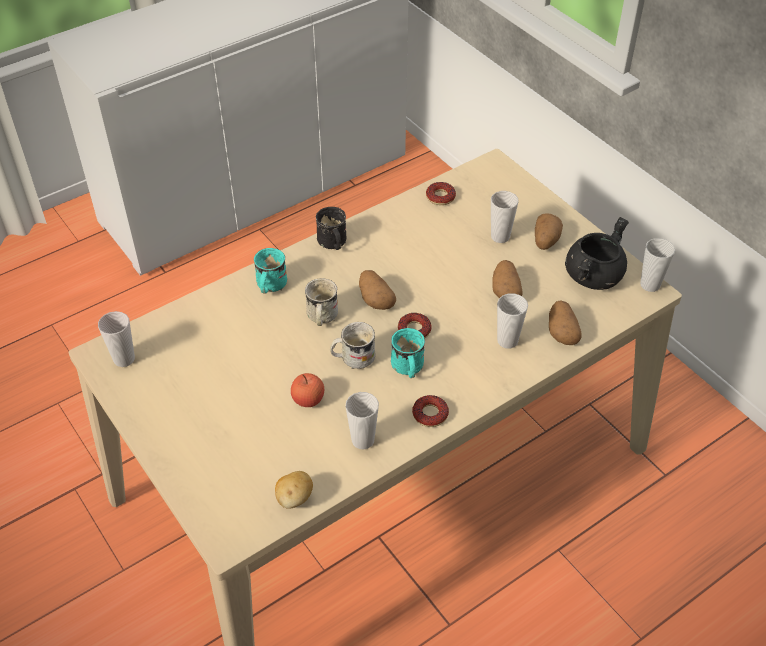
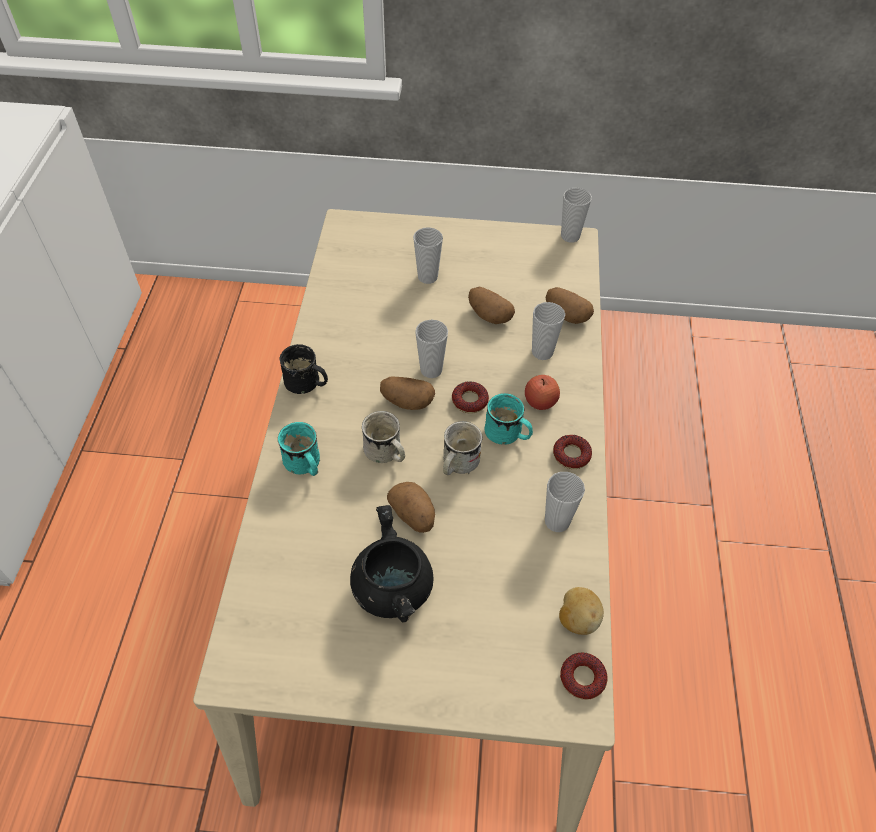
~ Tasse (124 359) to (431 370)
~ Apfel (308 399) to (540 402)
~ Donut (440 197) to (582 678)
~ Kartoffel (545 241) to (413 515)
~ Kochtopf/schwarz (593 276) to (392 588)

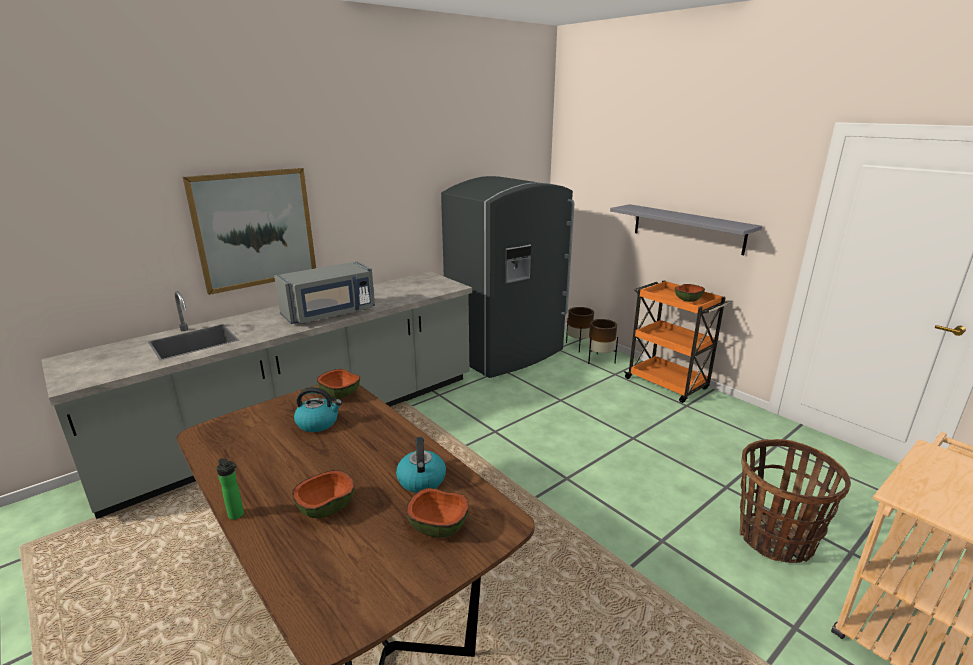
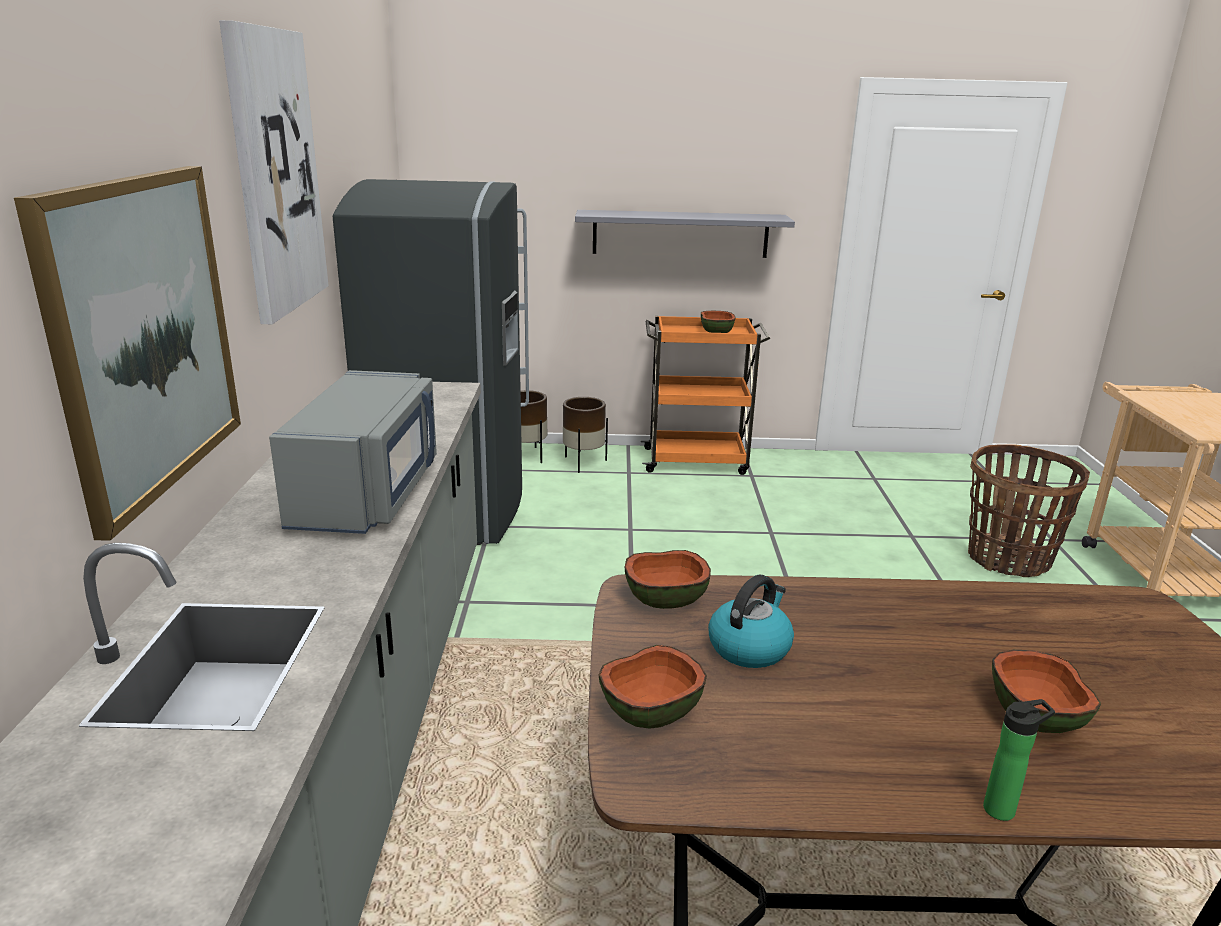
- Wasserkessel (421 479)
~ Schüssel (439 526) to (651 710)
+ Bild (275 173)

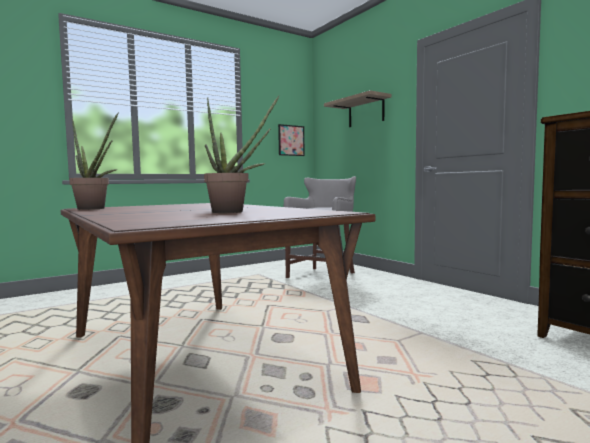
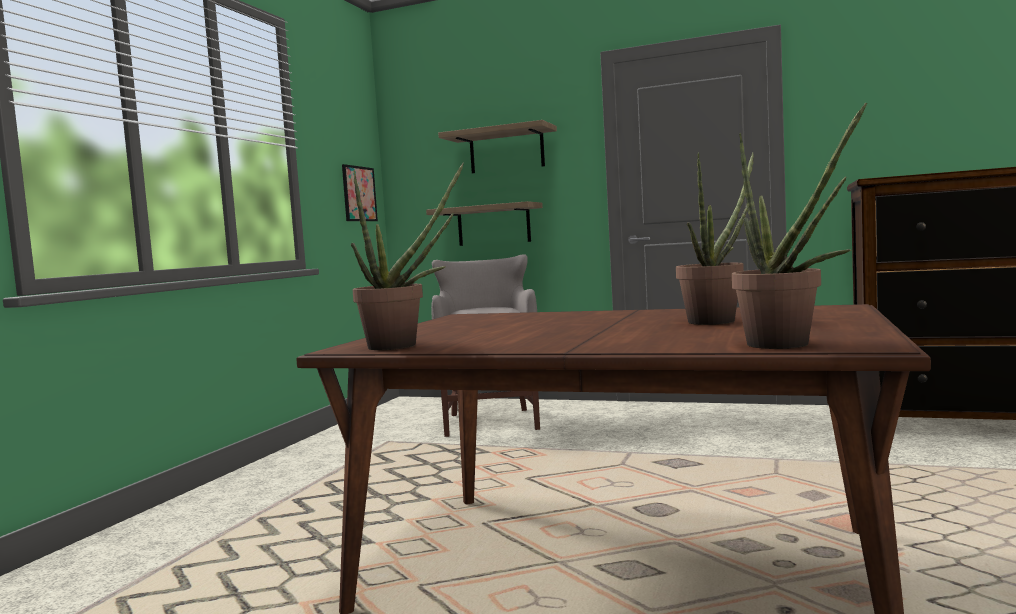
+ Wandregal (493 225)
+ Topfpflanze (788 345)

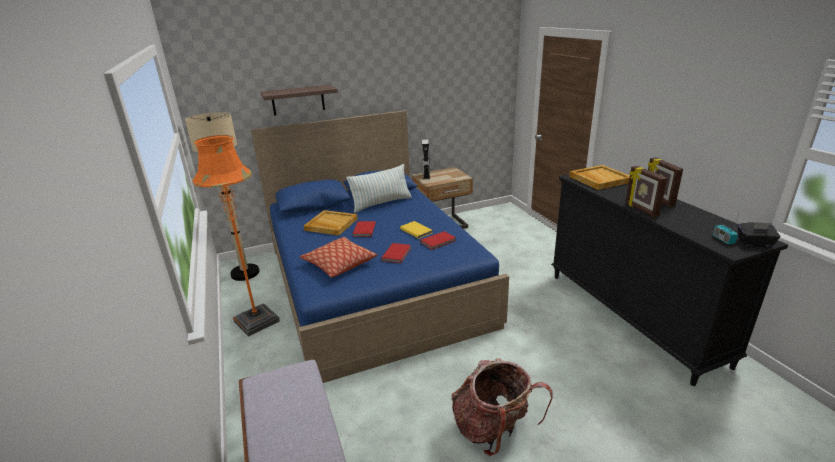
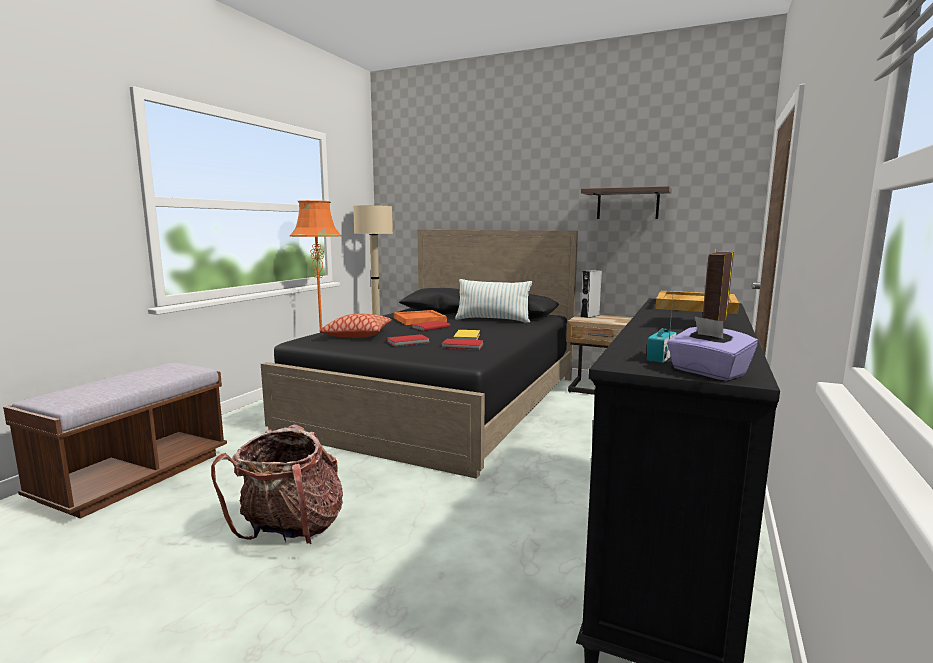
~ Bett/blau (374 284) to Bett/schwarz (442 402)
~ Wandregal (298 100) to (627 204)
~ Tablett/beige (330 224) to Tablett/orange (419 320)
- Bilderrahmen (641 210)
~ Taschentuchbox/schwarz (755 243) to Taschentuchbox/lila (707 372)

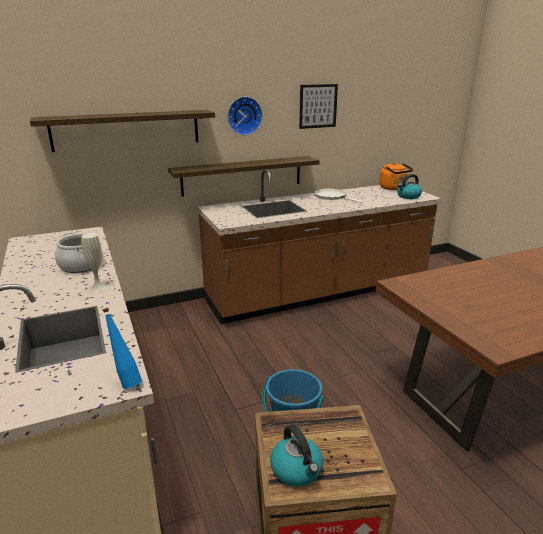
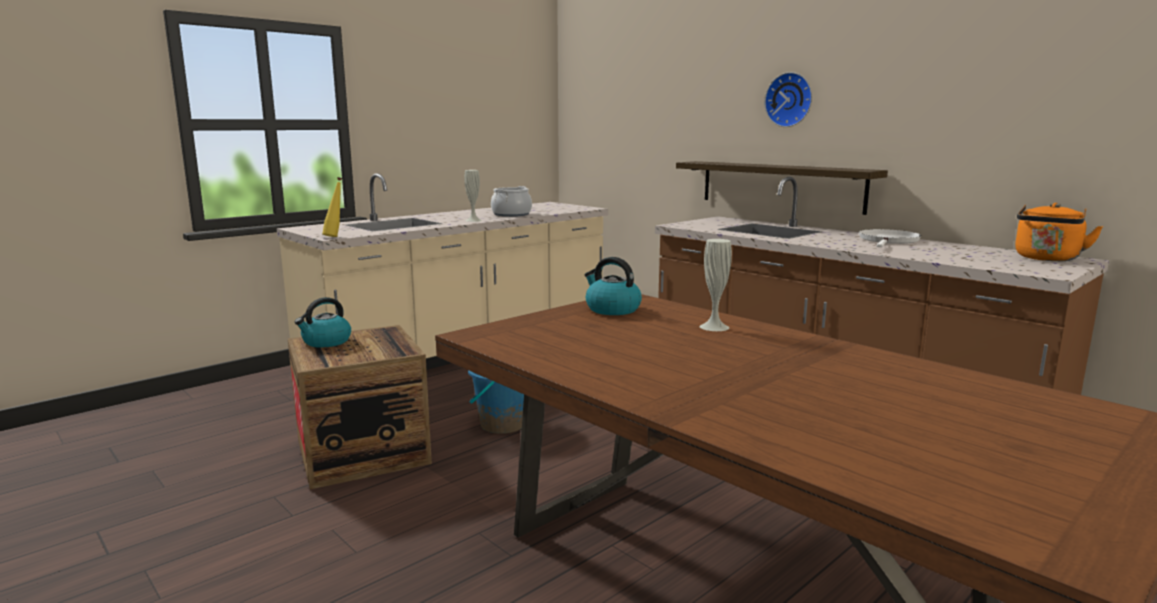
- Wandregal (126 130)
~ Flasche/blau (126 381) to Flasche/gelb (335 236)
- Bild (318 106)
~ Wasserkessel (408 196) to (612 309)
+ Vase/weiß (714 327)

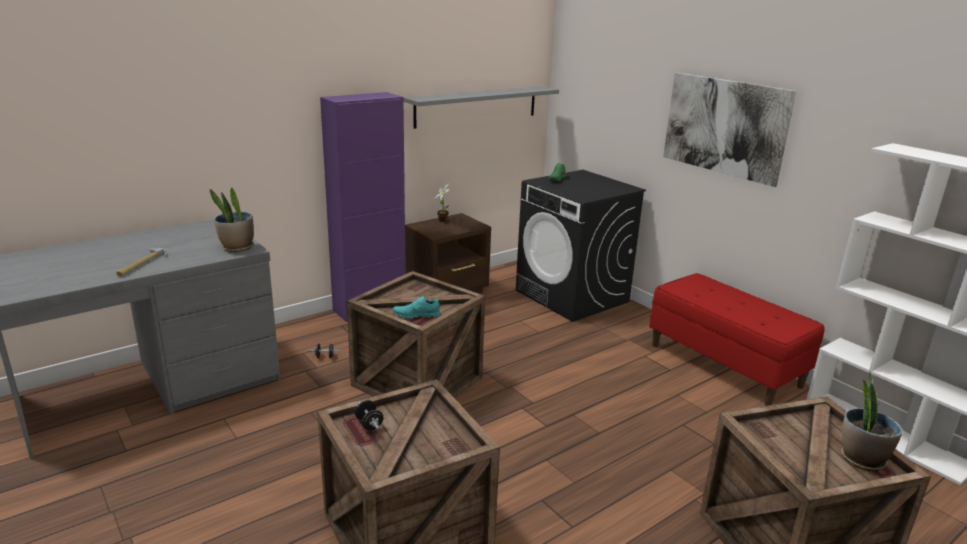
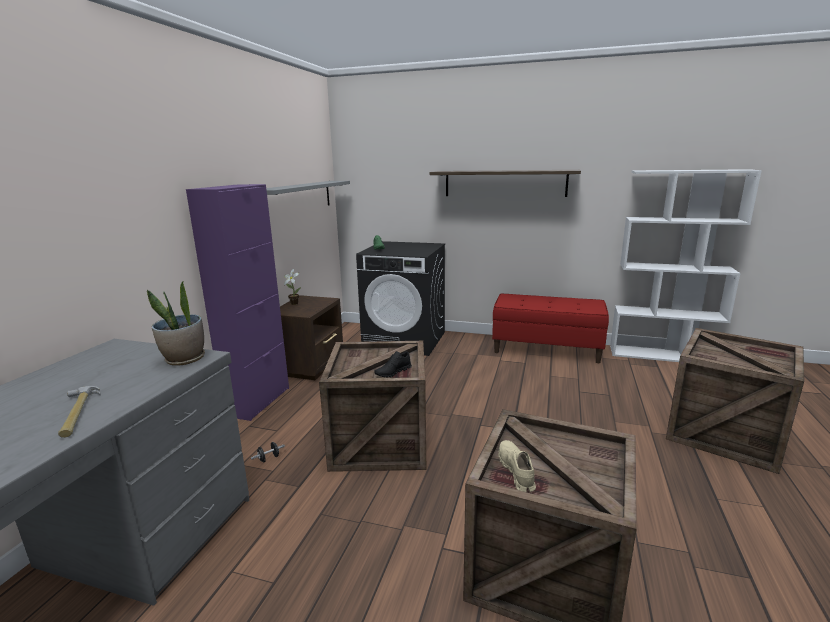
~ Hantel/schwarz (369 424) to Schuh/beige (516 471)
~ Schuh/türkis (416 315) to Schuh/schwarz (393 372)
~ Bild (724 126) to Wandregal (505 183)
- Topfpflanze (861 459)

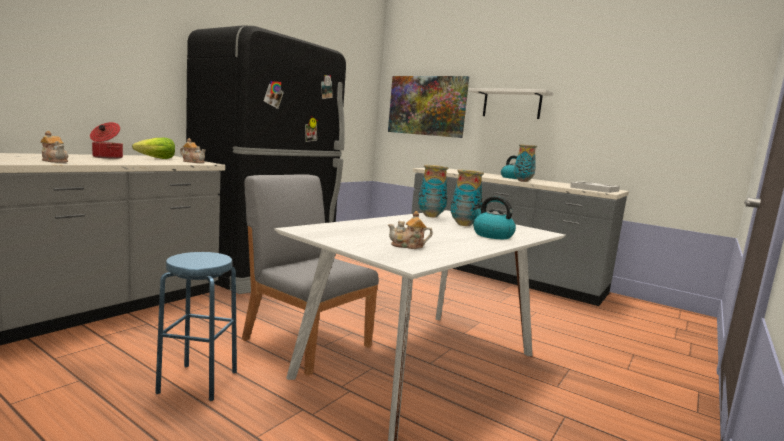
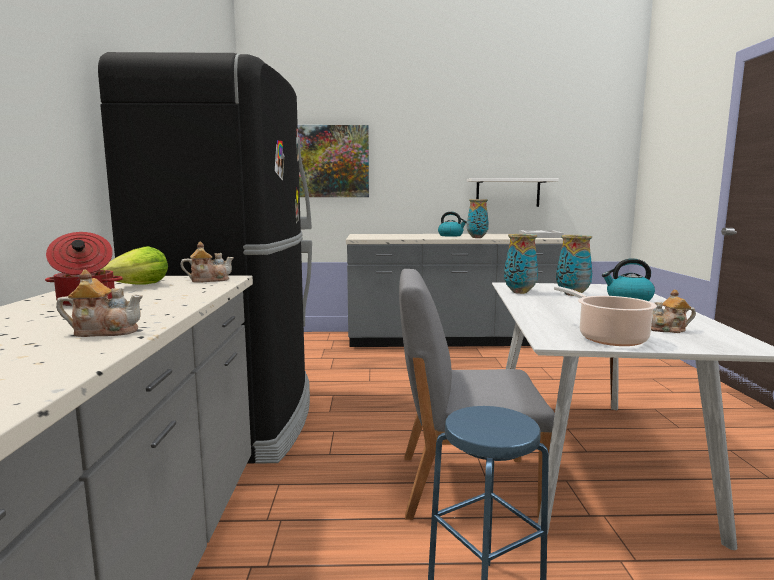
~ Teekanne (408 246) = (667 329) 45 degrees clockwise
~ Wandregal/weiß (511 104) to (508 192)
+ Kochtopf (608 338)

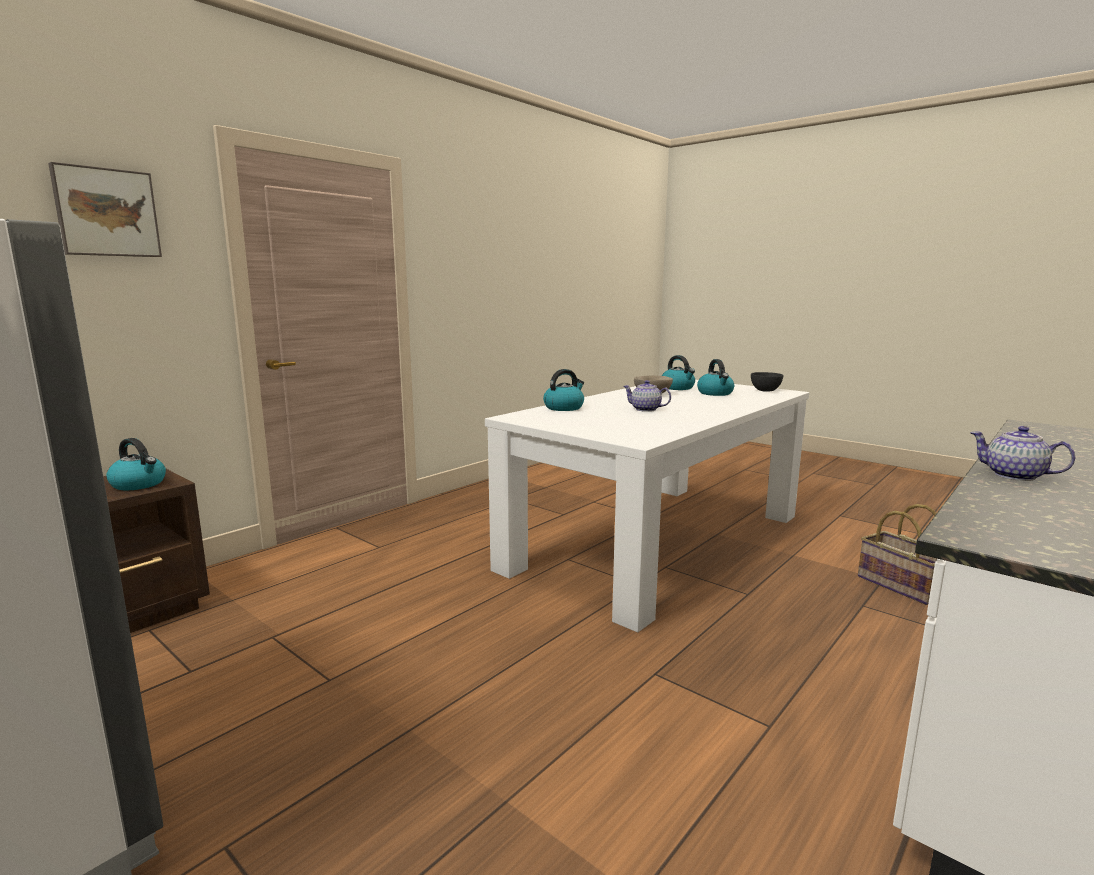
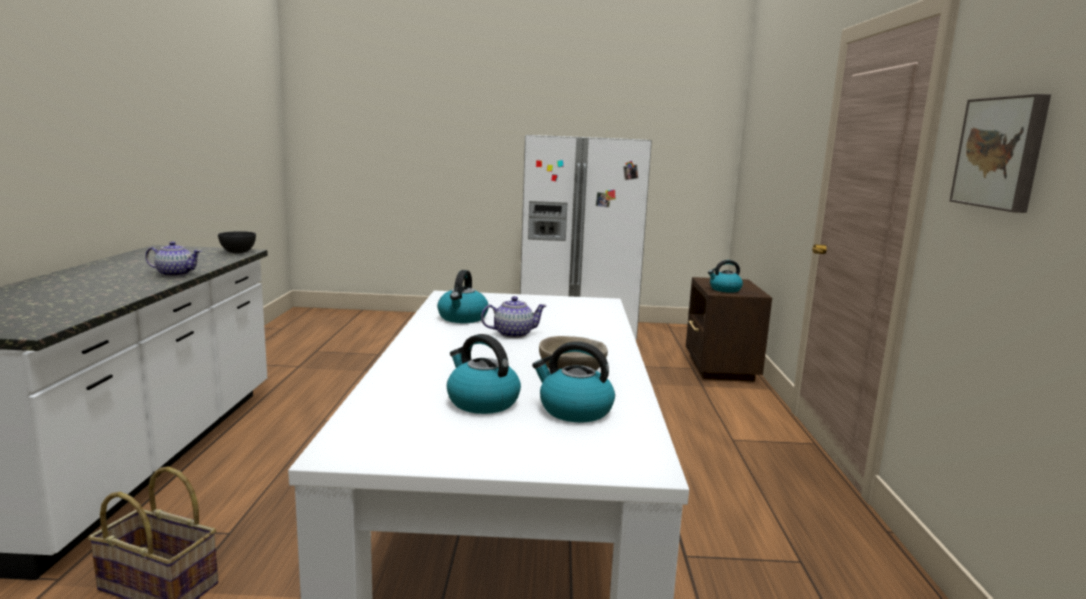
~ Bild (106 213) to (1002 153)
~ Wasserkessel (564 407) to (462 318)
~ Schüssel/grau (765 390) to (238 252)

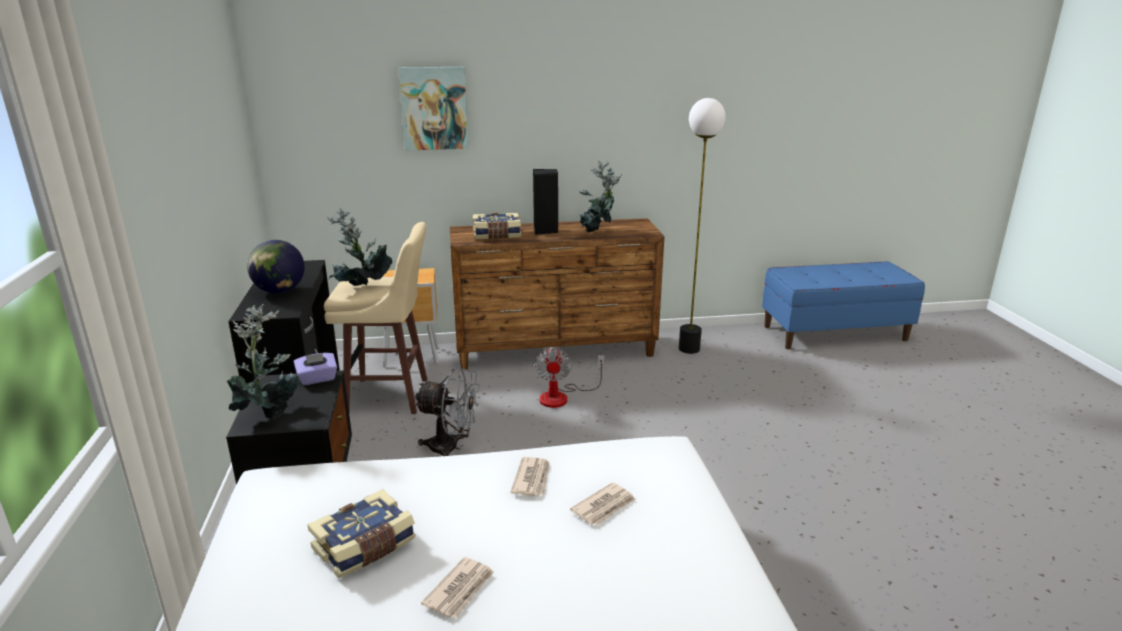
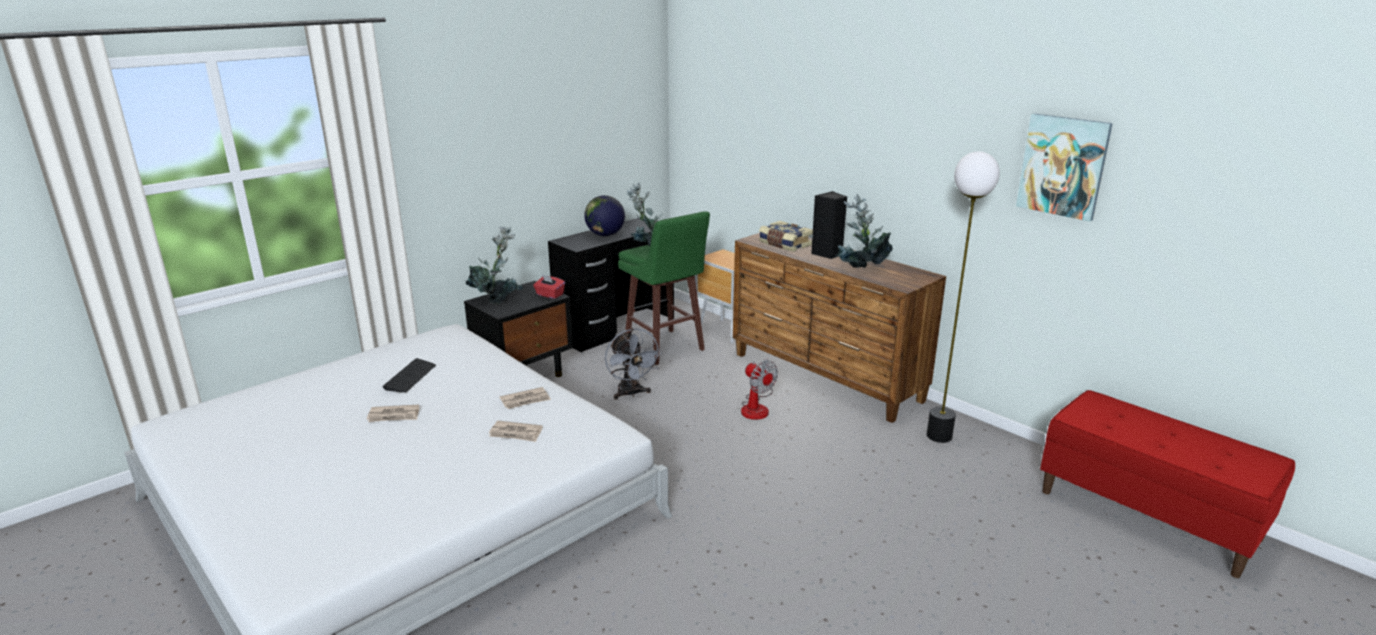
~ Taschentuchbox/lila (317 379) to Taschentuchbox/rot (549 295)
~ Buch (365 547) to Tastatur (410 377)
~ Hocker/beige (390 397) to Hocker/grün (665 348)
~ Bild (434 108) to (1063 166)
~ Ventilator (562 396) = (757 407) 90 degrees counterclockwise
~ Bank/blau (834 333) to Bank/rot (1148 514)

